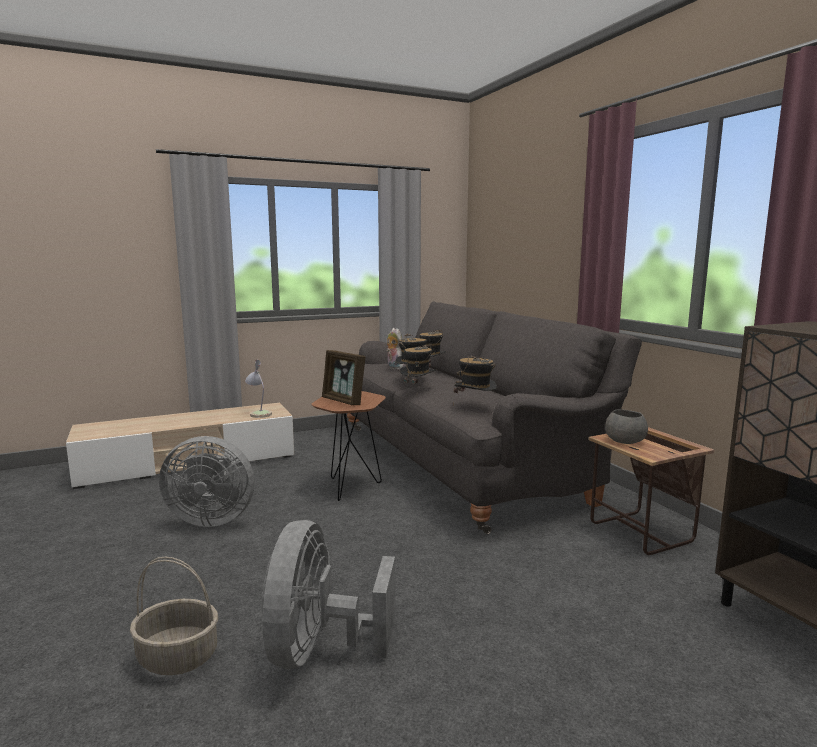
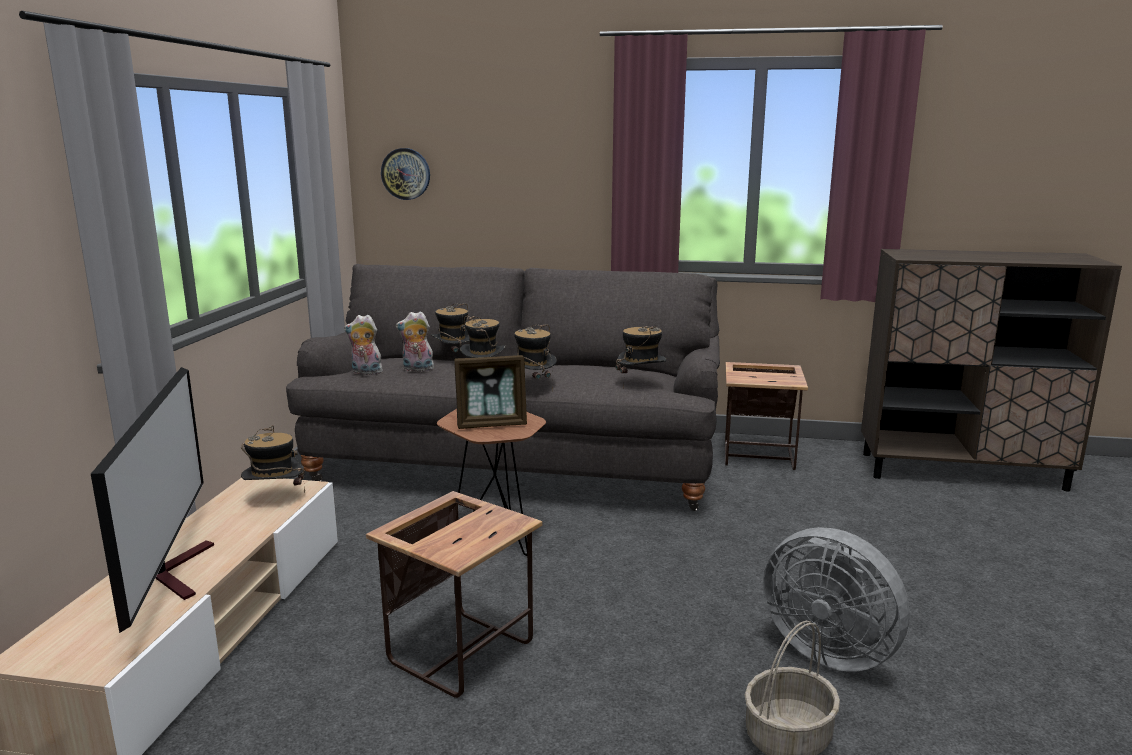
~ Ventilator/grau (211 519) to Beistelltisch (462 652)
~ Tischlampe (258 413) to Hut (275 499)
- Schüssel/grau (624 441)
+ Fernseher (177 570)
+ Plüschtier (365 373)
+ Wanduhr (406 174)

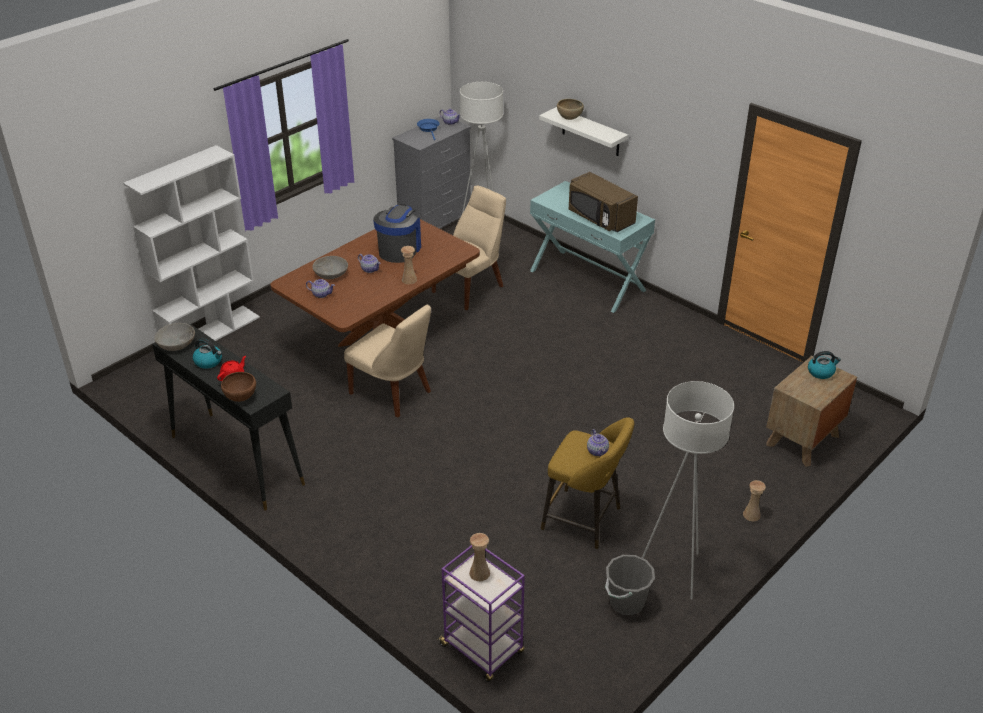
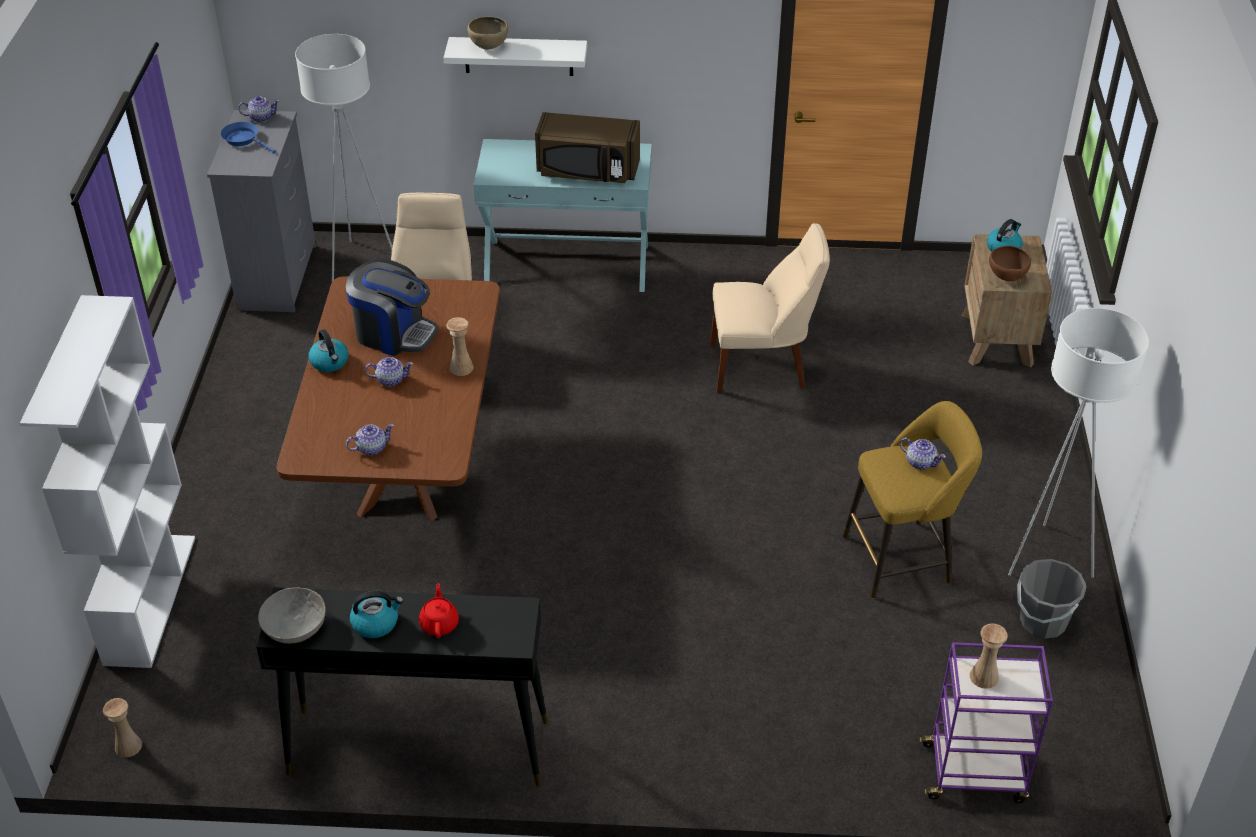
~ Schüssel/braun (240 398) to (1006 277)
- Schüssel/grau (331 274)
~ Stuhl/beige (393 394) to (762 367)
~ Kaffeemaschine (399 250) = (393 333) 135 degrees clockwise
~ Vase/beige (751 515) to (128 746)
+ Wasserkessel (330 362)

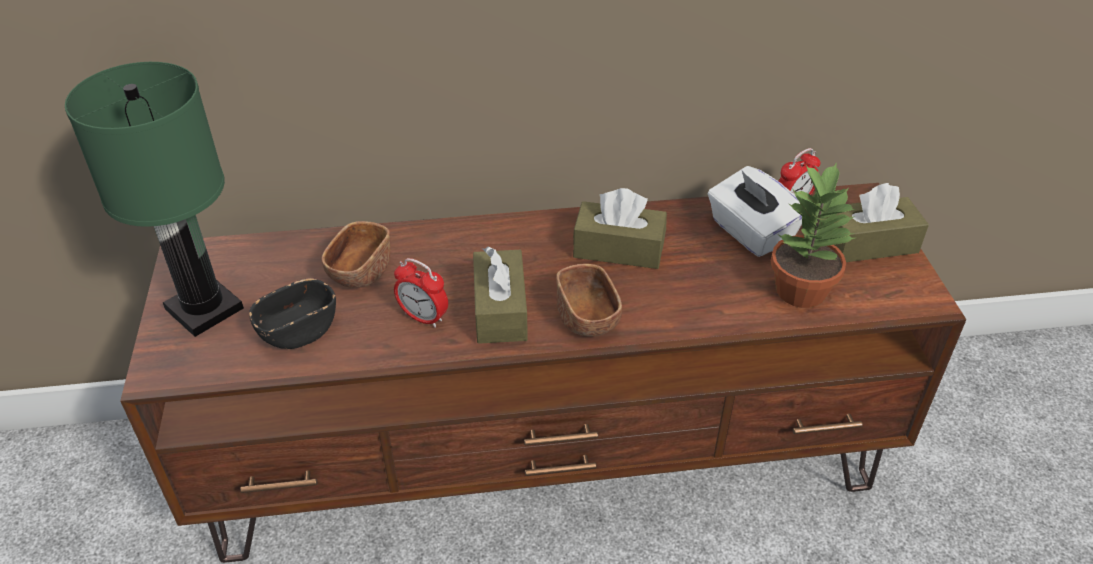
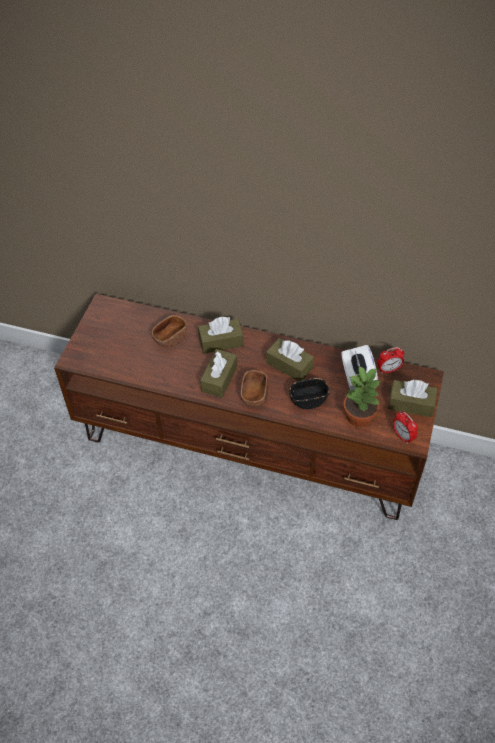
- Tischlampe/grün (204 310)
~ Schüssel/schwarz (298 331) to (308 400)
~ Wecker (423 317) to (402 436)
+ Taschentuchbox/braun (221 342)

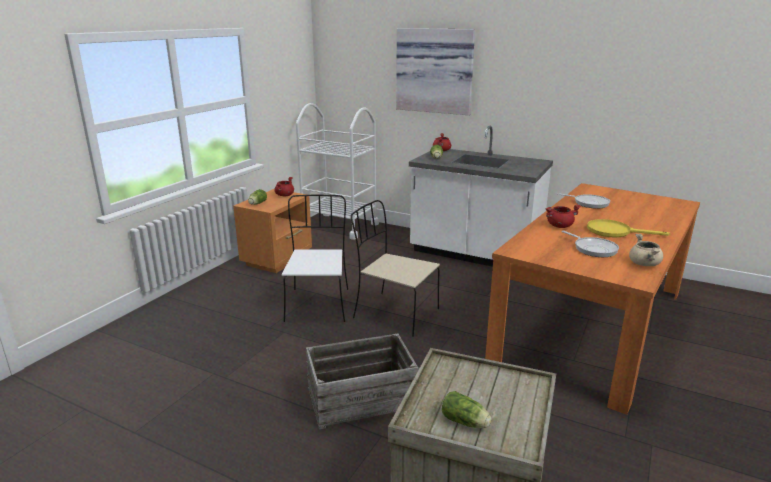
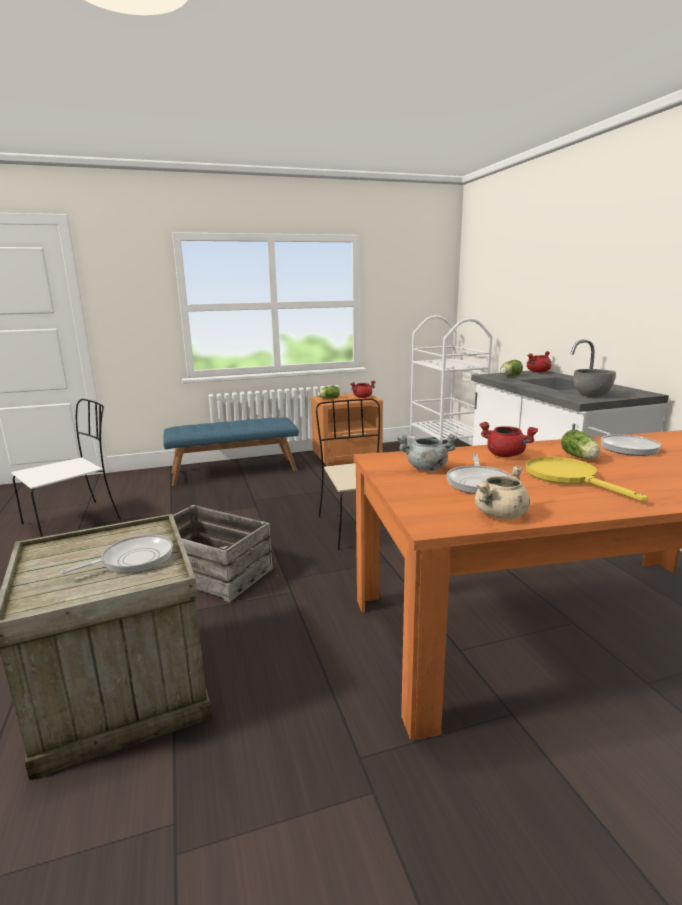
~ Stuhl/weiß (318 304) to (74 521)
- Bild (435 71)
~ Salatkopf (466 422) to (580 457)
+ Pfanne (133 559)
+ Bank/blau (234 471)
+ Kochtopf/grau (426 468)
+ Schüssel/grau (591 396)

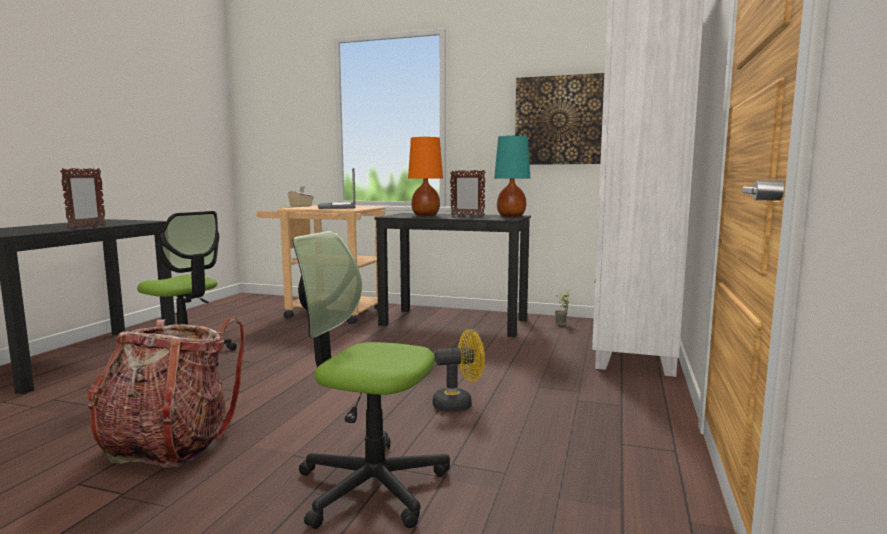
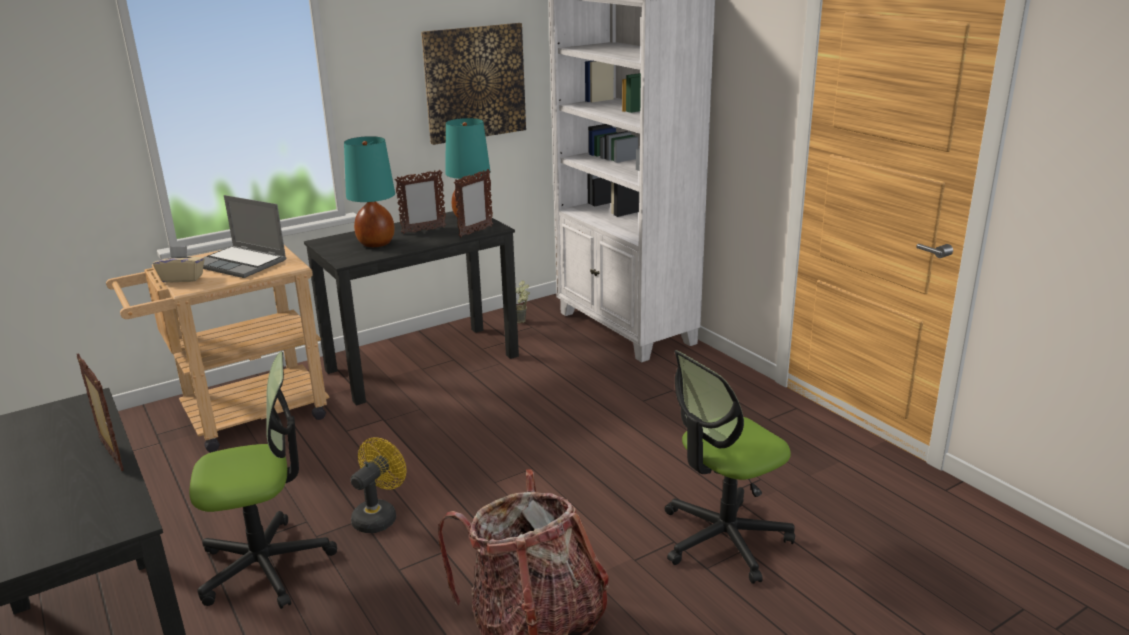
~ Tischlampe/orange (425 215) to Tischlampe/türkis (375 243)
~ Ventilator/gelb (459 404) to (379 516)
+ Bilderrahmen (475 232)

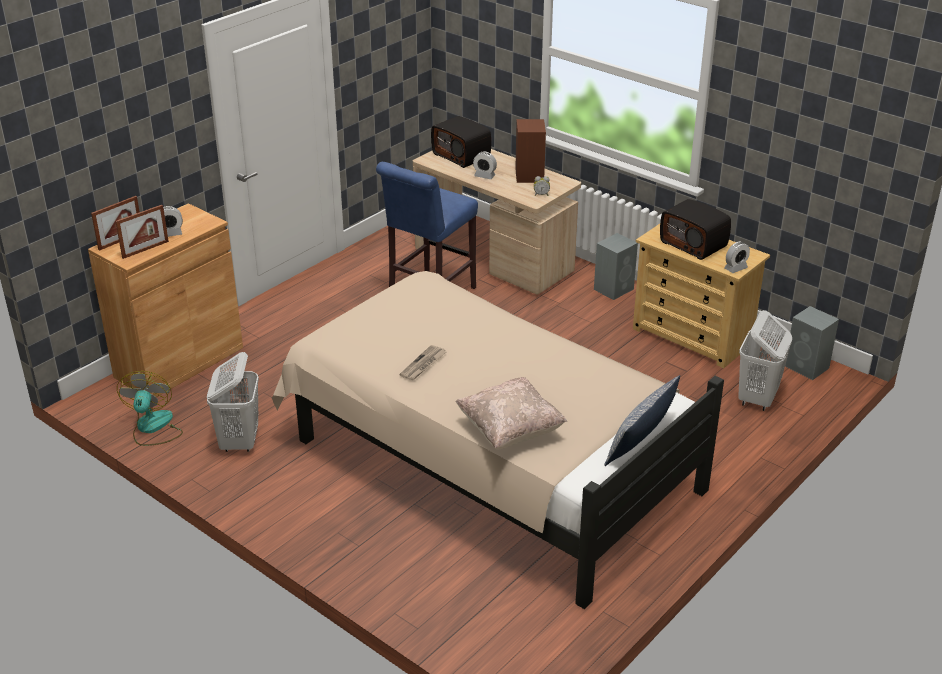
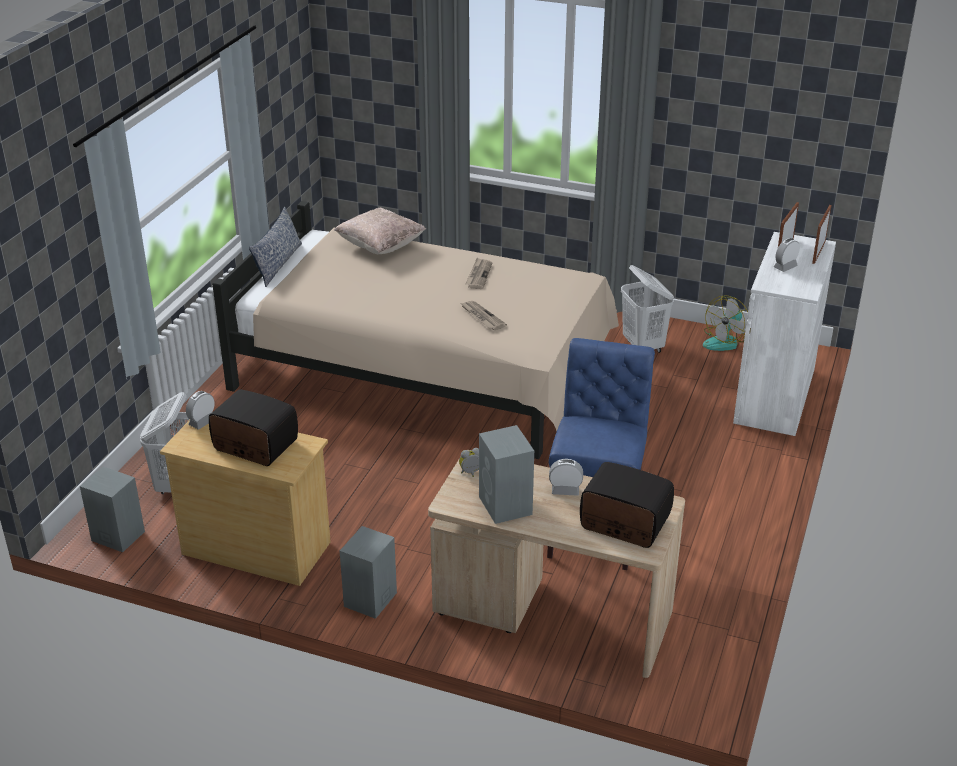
~ Schrank/braun (179 362) to Schrank/weiß (774 396)
~ Ventilator (153 428) = (725 341) 60 degrees clockwise
~ Lautsprecher/braun (529 175) to Lautsprecher/grau (506 506)
+ Zeitung (482 317)

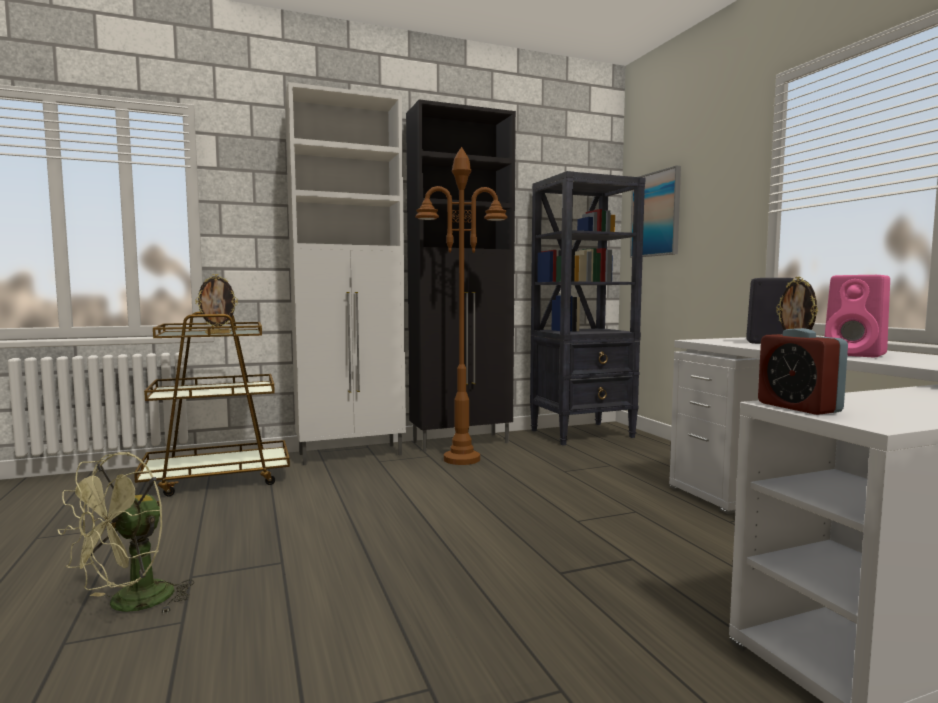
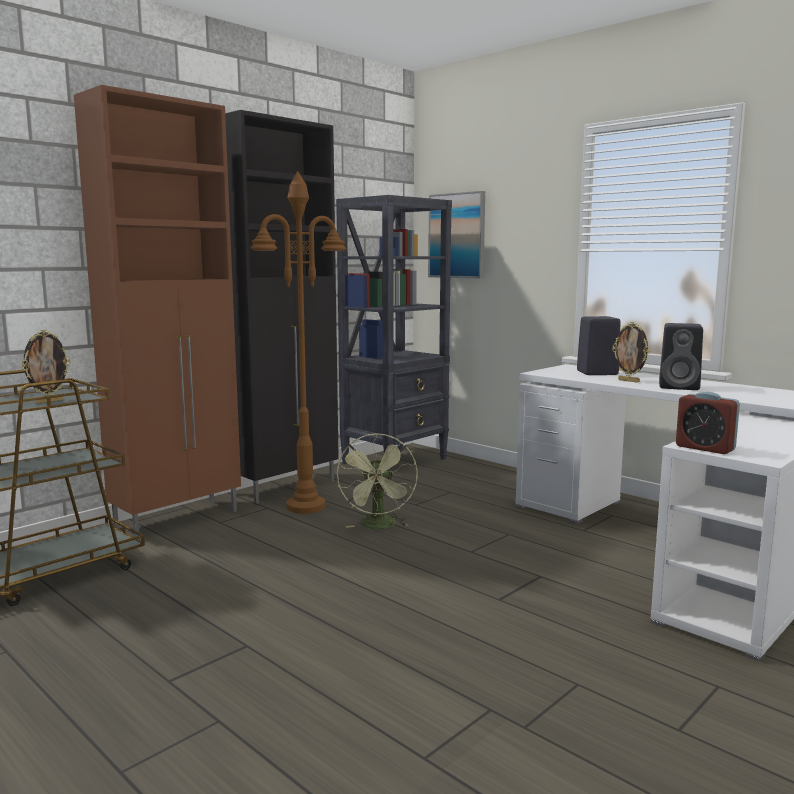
~ Ventilator/grün (130 605) to (379 527)
~ Schrank/weiß (352 454) to Schrank/braun (179 519)
~ Lautsprecher/rosa (857 354) to Lautsprecher/schwarz (680 387)

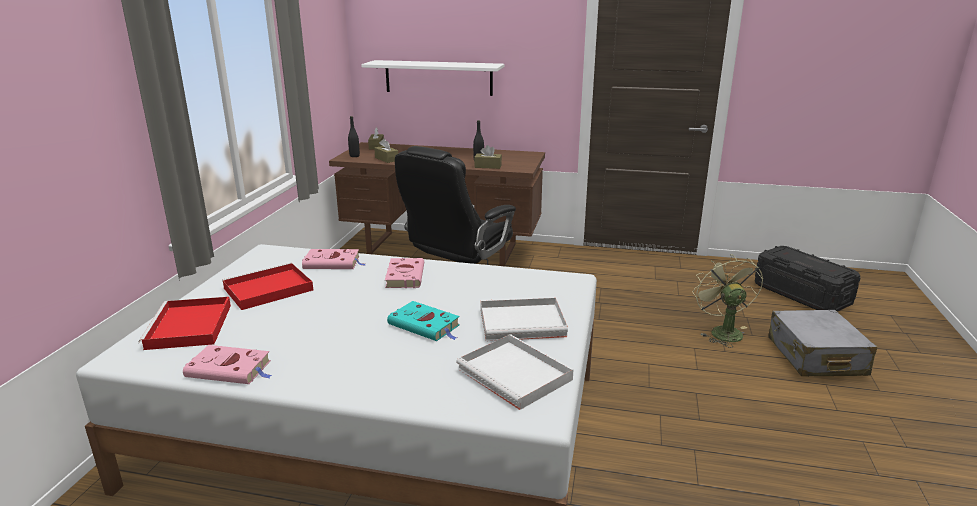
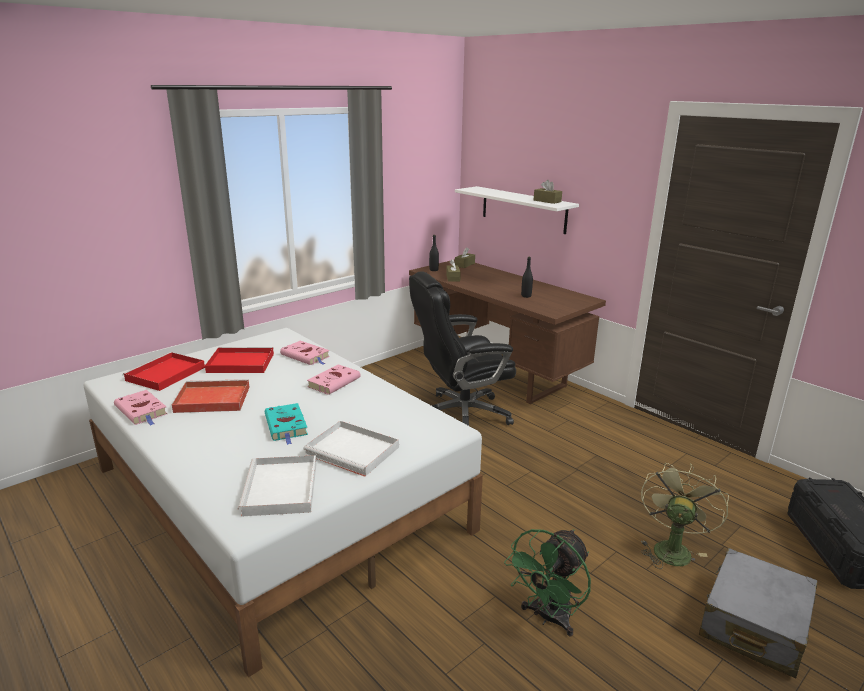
~ Taschentuchbox/braun (488 166) to (547 201)
+ Tablett/rot (211 399)
+ Ventilator/grün (548 618)

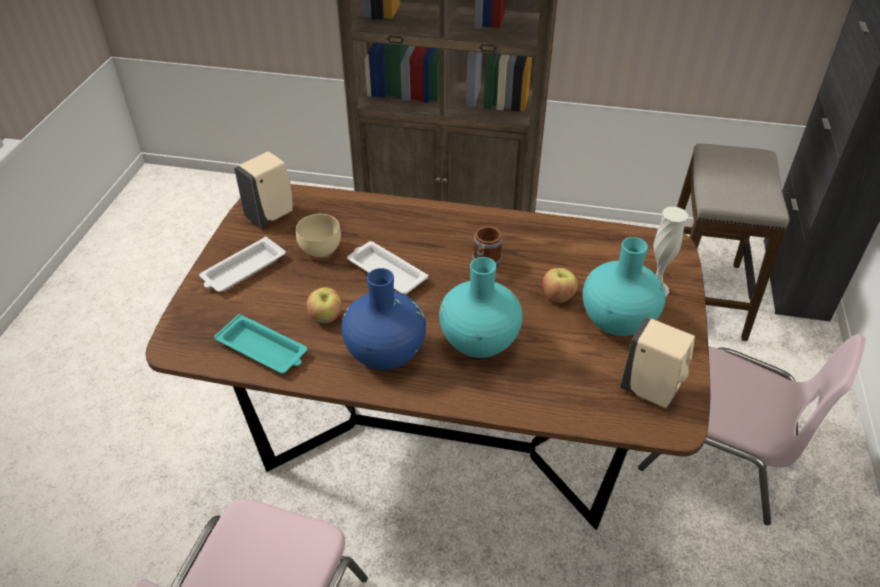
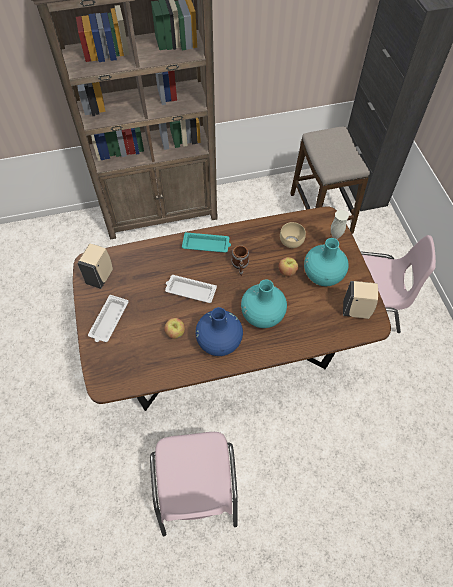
~ Tablett/türkis (263 349) to (207 245)
~ Schüssel/beige (321 250) to (292 242)

